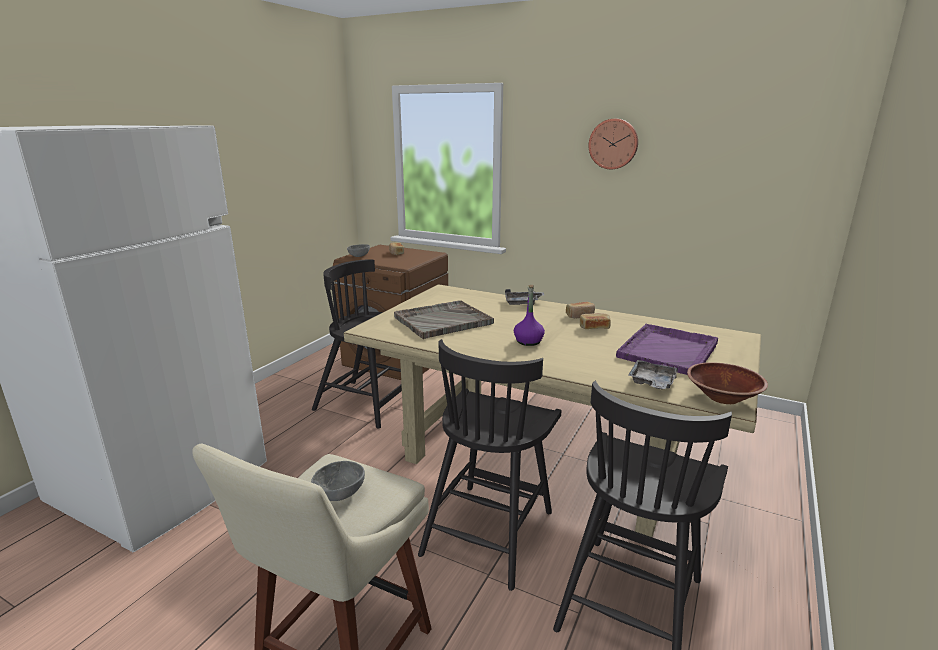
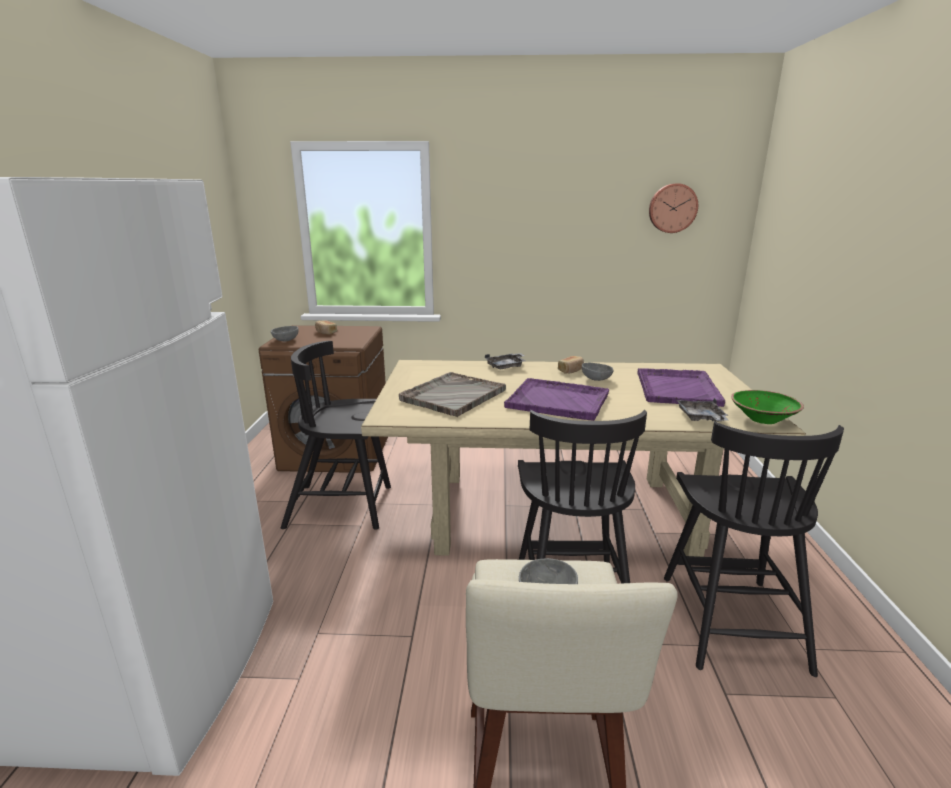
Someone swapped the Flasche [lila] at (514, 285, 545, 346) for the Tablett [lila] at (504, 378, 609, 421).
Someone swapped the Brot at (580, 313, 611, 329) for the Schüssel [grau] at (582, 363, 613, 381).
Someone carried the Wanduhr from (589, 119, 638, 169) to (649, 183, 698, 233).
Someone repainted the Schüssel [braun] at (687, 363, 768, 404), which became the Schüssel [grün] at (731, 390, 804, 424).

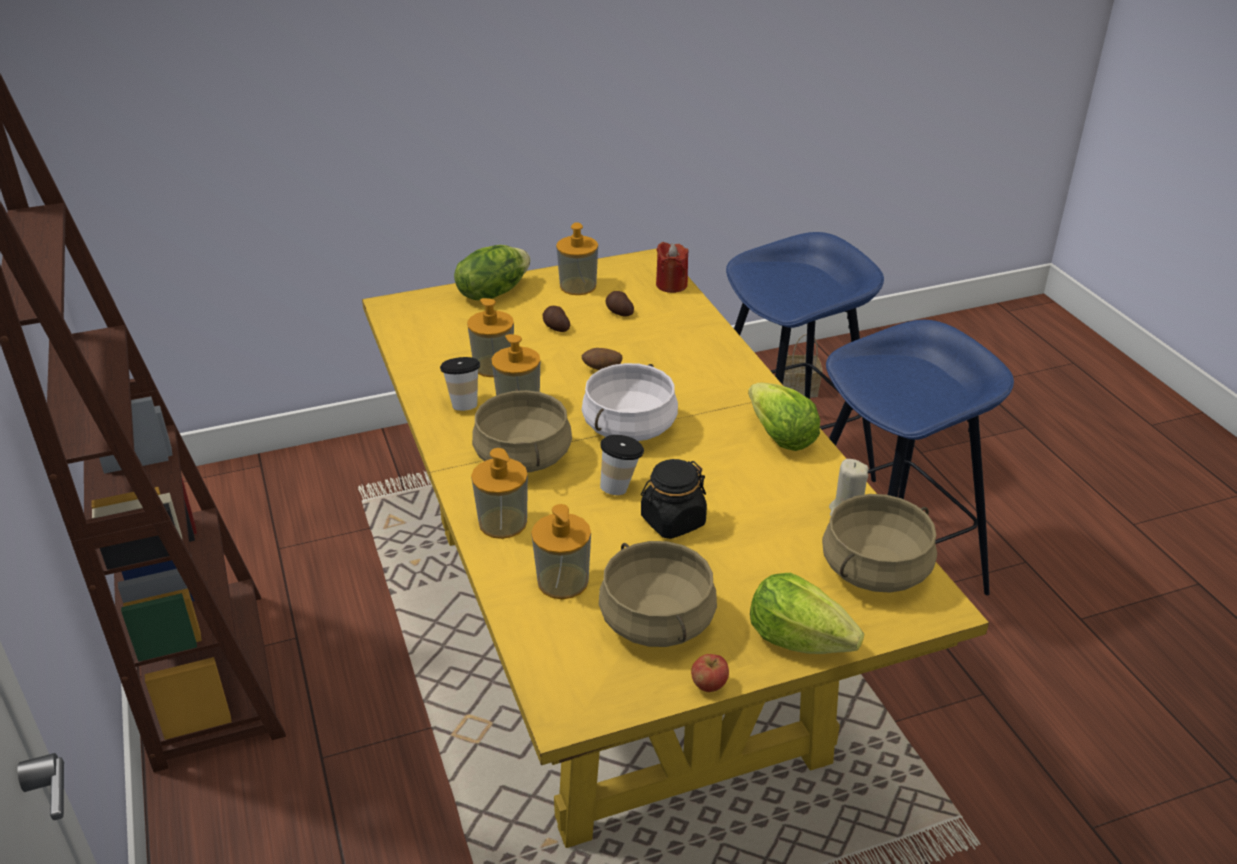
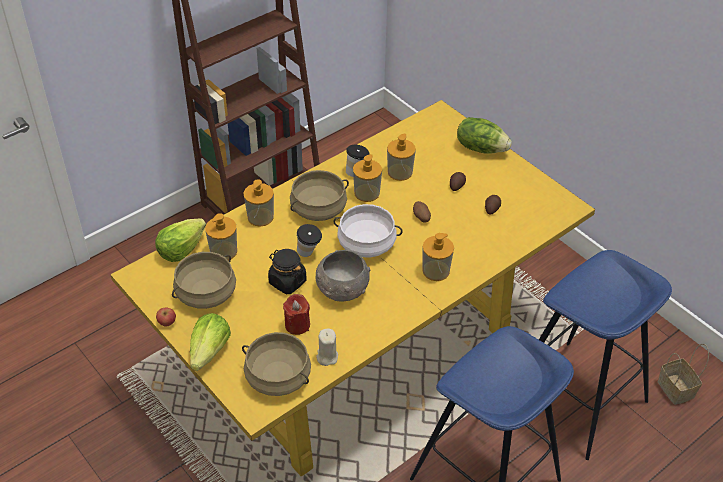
Someone carried the Seifenspender from (556, 222, 598, 295) to (422, 233, 454, 281).
Someone carried the Kerze [rot] from (656, 242, 689, 293) to (283, 294, 310, 335).
Someone carried the Salatkopf from (748, 383, 820, 451) to (155, 218, 206, 262).
Someone put down the Schüssel [grau] at (315, 250, 371, 302).

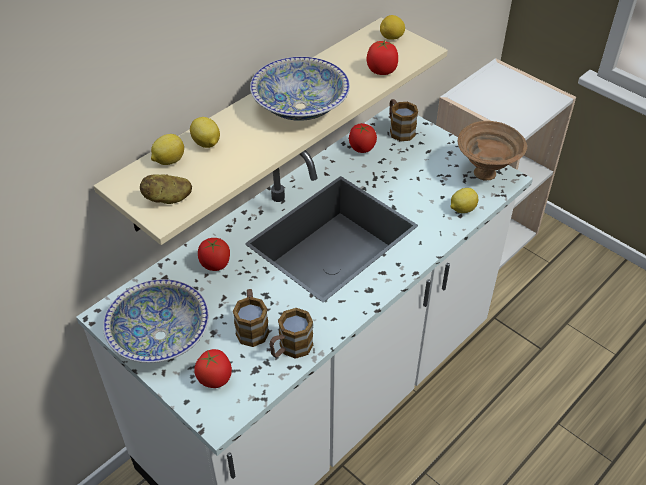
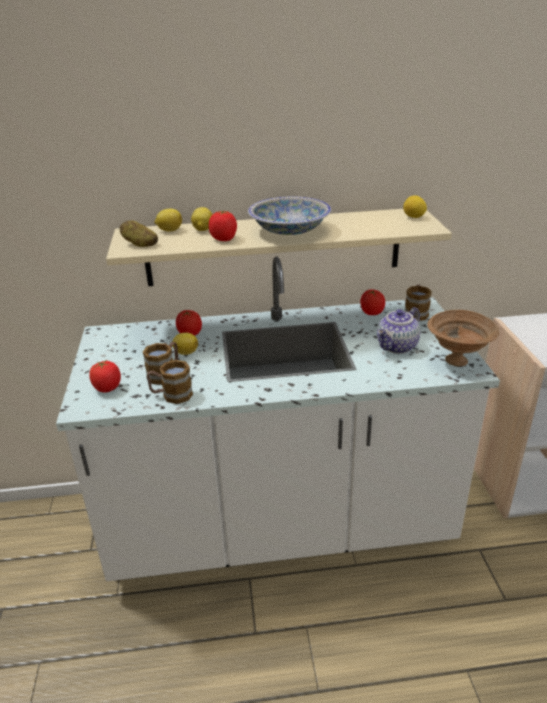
Someone took away the Schüssel at (103, 279, 209, 363).
Someone carried the Tomate from (367, 40, 398, 75) to (209, 211, 237, 241).
Someone carried the Zitrone from (450, 188, 478, 213) to (172, 332, 198, 355).
Someone put down the Teekanne at (377, 307, 420, 354).

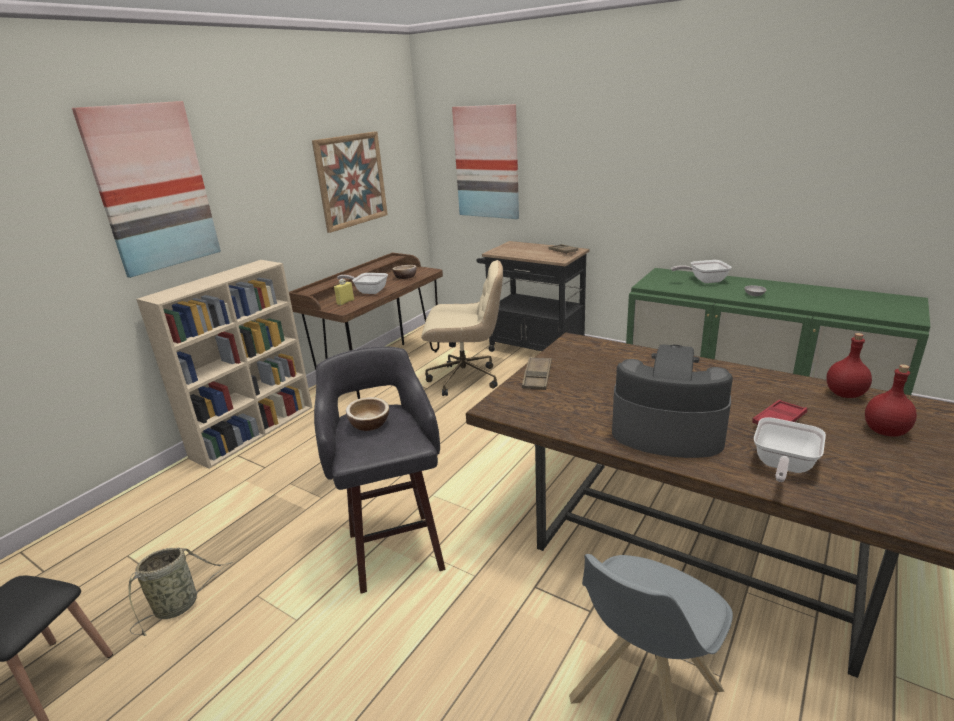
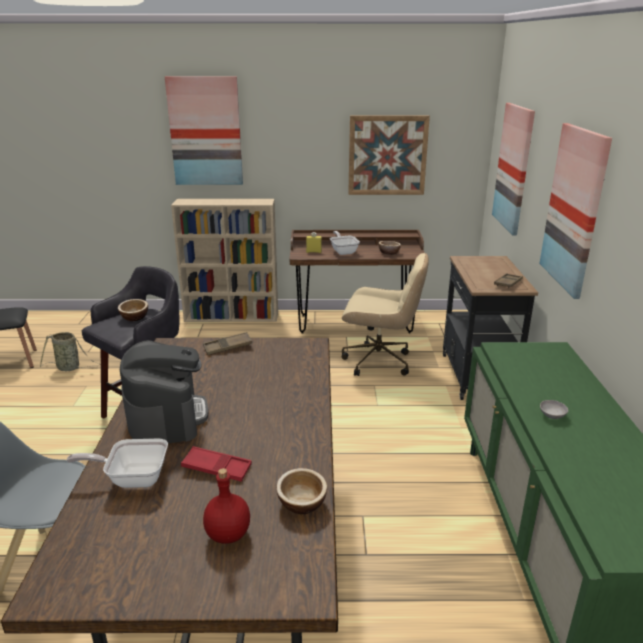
Someone rotated the Bürostuhl [beige] at (421, 260, 503, 396) by 45 degrees counterclockwise.
Someone took away the Pfanne at (671, 260, 731, 283).
Someone swapped the Flasche [rot] at (826, 333, 872, 398) for the Schüssel at (276, 468, 327, 514).
Someone put up the Bild at (539, 123, 612, 299).

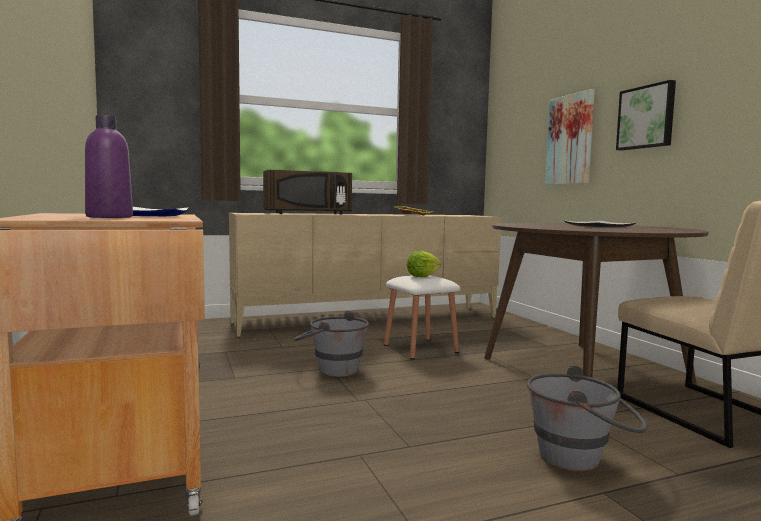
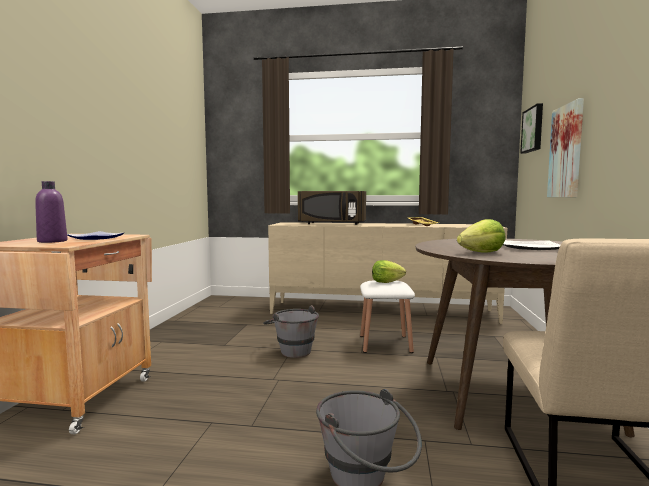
Someone carried the Bild from (616, 80, 676, 150) to (520, 103, 543, 154).
Someone put down the Salatkopf at (457, 219, 506, 253).

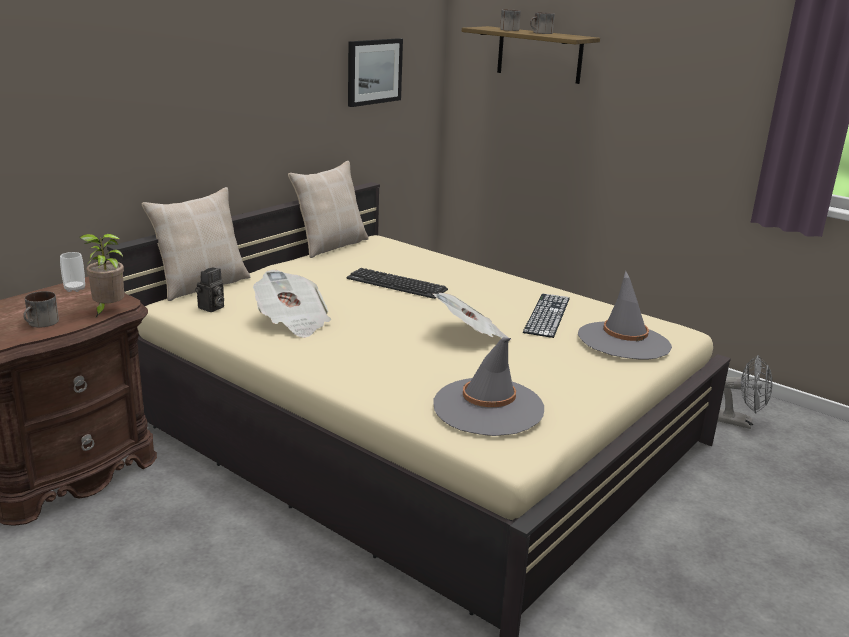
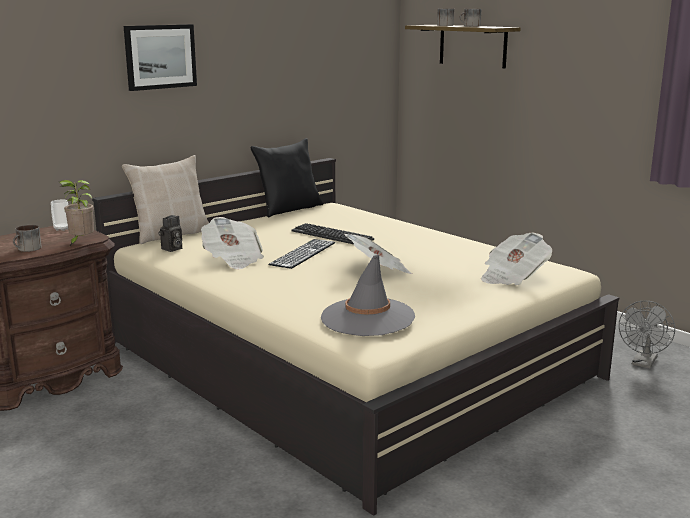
Someone repainted the Kissen [beige] at (288, 161, 369, 258), which became the Kissen [schwarz] at (250, 138, 323, 217).
Someone carried the Bild from (348, 38, 403, 107) to (124, 24, 197, 91).
Someone carried the Tastatur from (523, 294, 570, 338) to (268, 239, 335, 269).
Someone swapped the Hut [grau] at (578, 271, 672, 360) for the Zeitung at (481, 233, 552, 285).
Someone rotated the Ventilator [grau] at (718, 355, 772, 429) by 90 degrees clockwise.

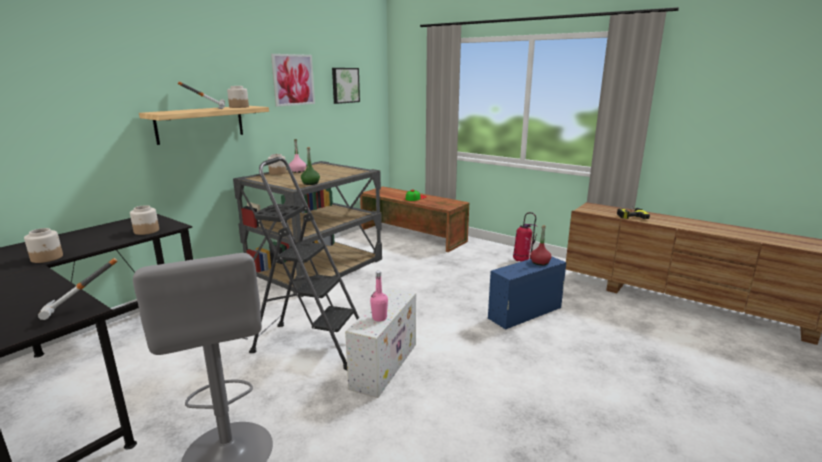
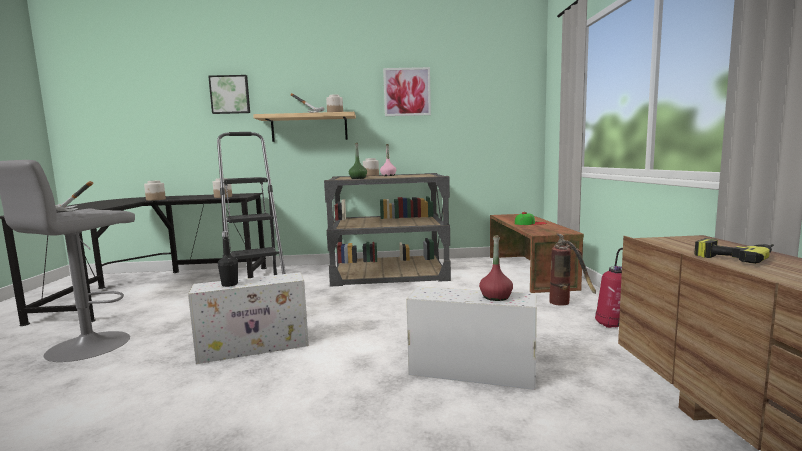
Someone carried the Bild from (332, 68, 360, 104) to (208, 75, 250, 114).
Someone repainted the Flasche [rosa] at (370, 271, 388, 321), which became the Flasche [schwarz] at (218, 231, 238, 287).
Someone repainted the Aufbewahrungsbox [blau] at (488, 257, 566, 329), which became the Aufbewahrungsbox [weiß] at (406, 287, 537, 390).
Someone put down the Feuerlöscher at (550, 234, 596, 306).

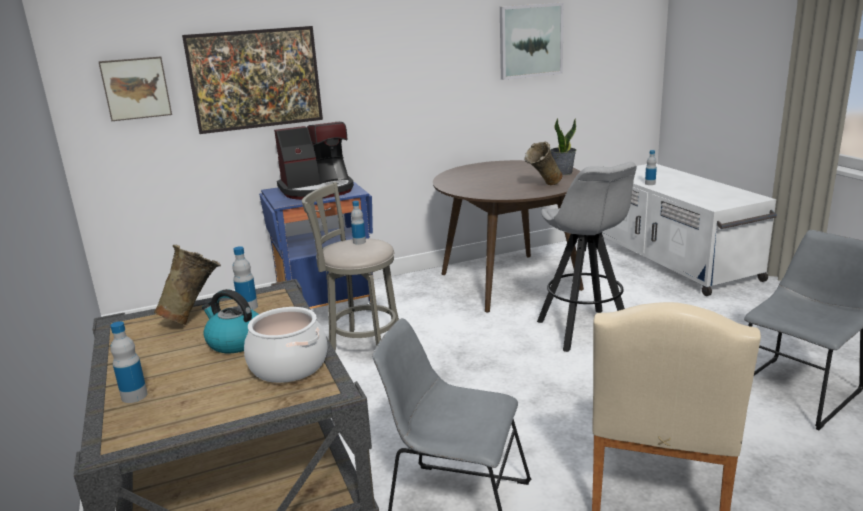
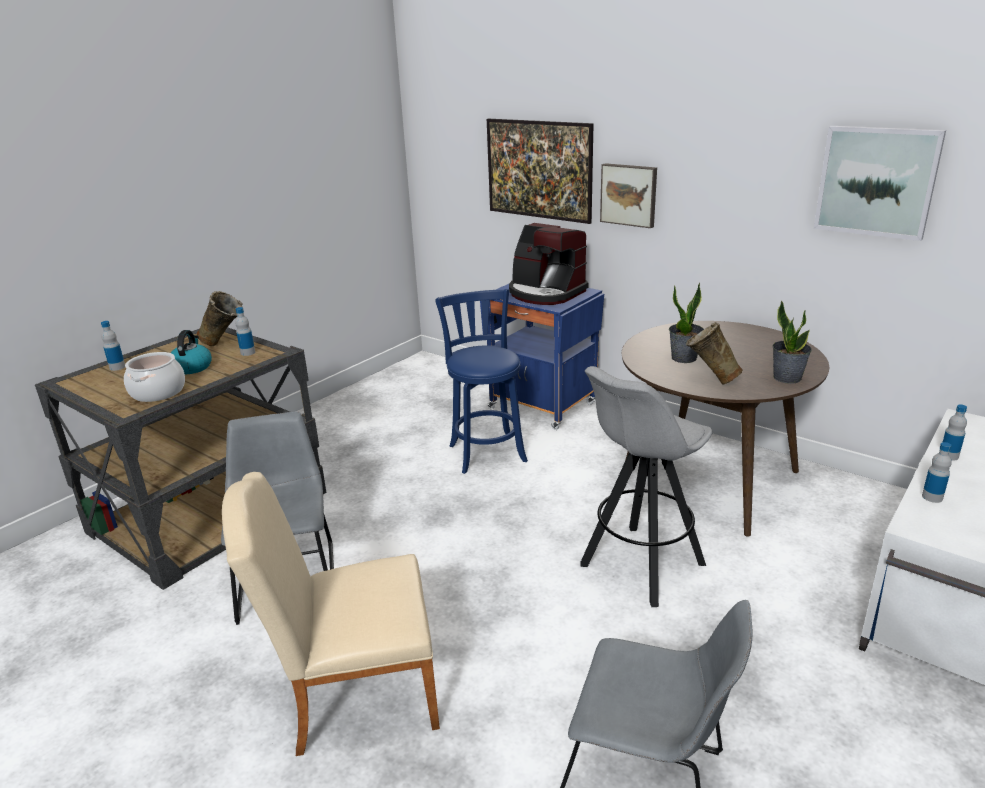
Someone carried the Bild from (99, 57, 172, 121) to (600, 163, 657, 228).
Someone repainted the Hocker [grau] at (302, 182, 399, 352), which became the Hocker [blau] at (435, 289, 528, 474).
Someone carried the Flasche from (351, 201, 366, 245) to (922, 442, 952, 503).
Someone put down the Topfpflanze at (669, 283, 704, 363).

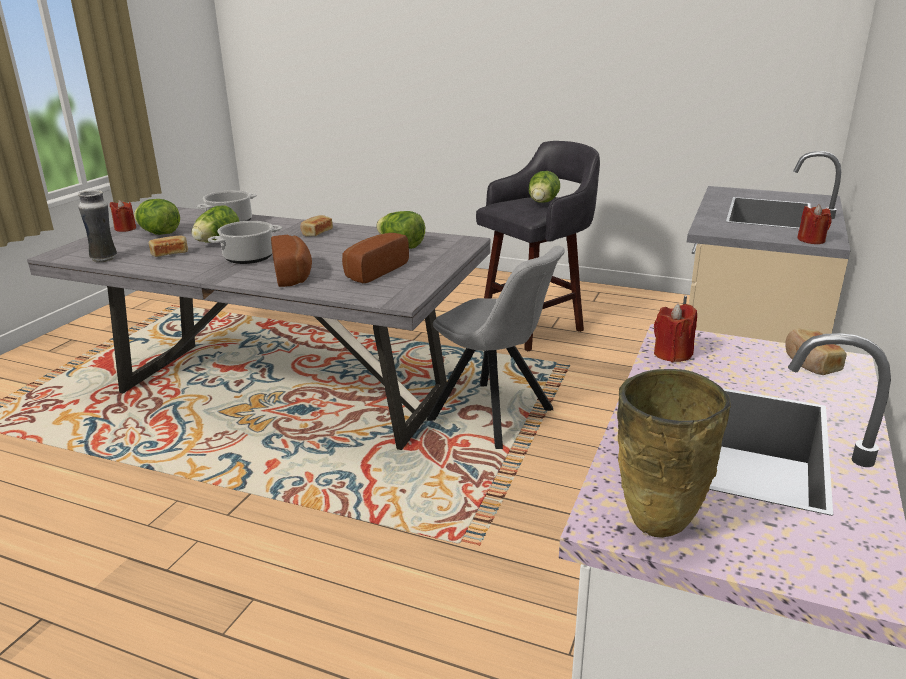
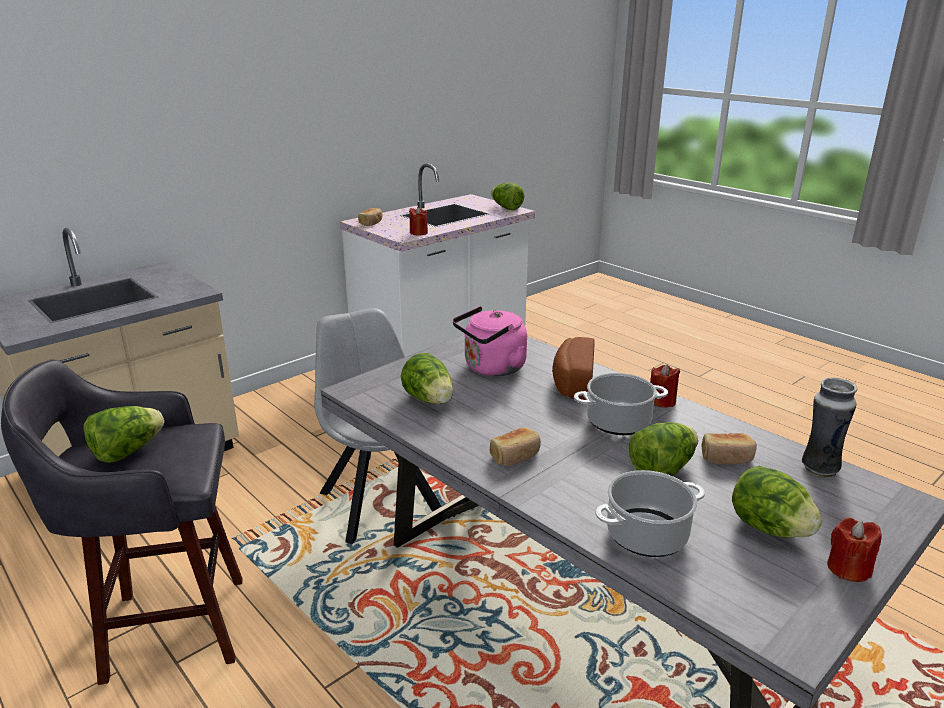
Someone swapped the Brot at (342, 233, 409, 283) for the Wasserkessel [rosa] at (453, 306, 527, 376).
Someone swapped the Vase [beige] at (617, 369, 731, 538) for the Salatkopf at (491, 183, 524, 210).
Someone carried the Kerze [rot] from (797, 204, 832, 244) to (650, 364, 680, 408).

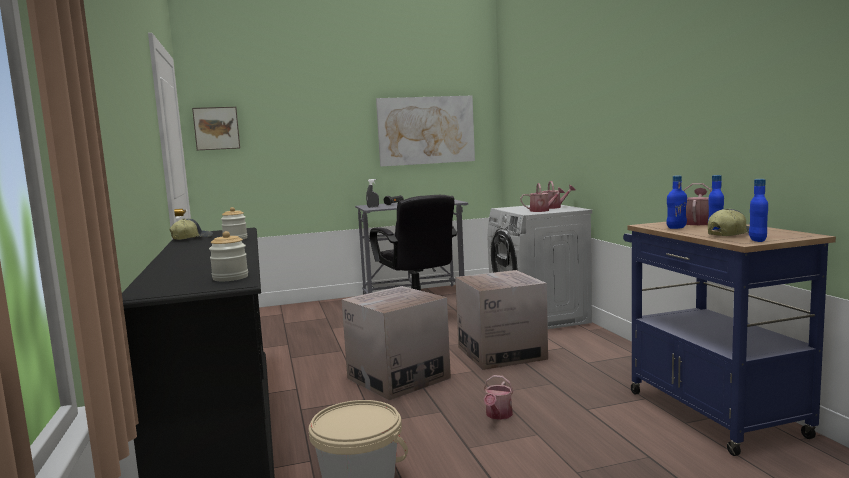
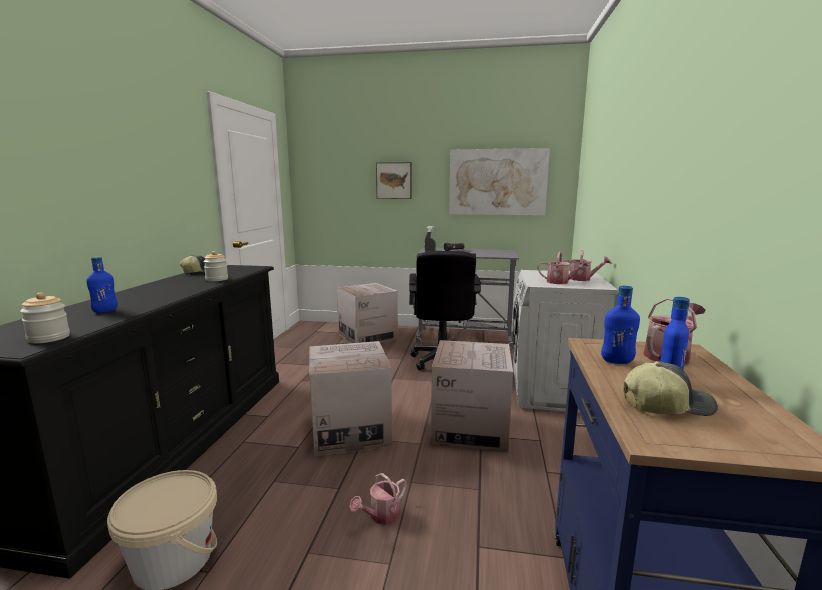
Someone carried the Bild from (192, 107, 240, 150) to (376, 162, 412, 199).
Someone carried the Flasche [blau] from (749, 179, 768, 242) to (86, 257, 118, 313).
Someone put down the Karton at (337, 283, 398, 343).

